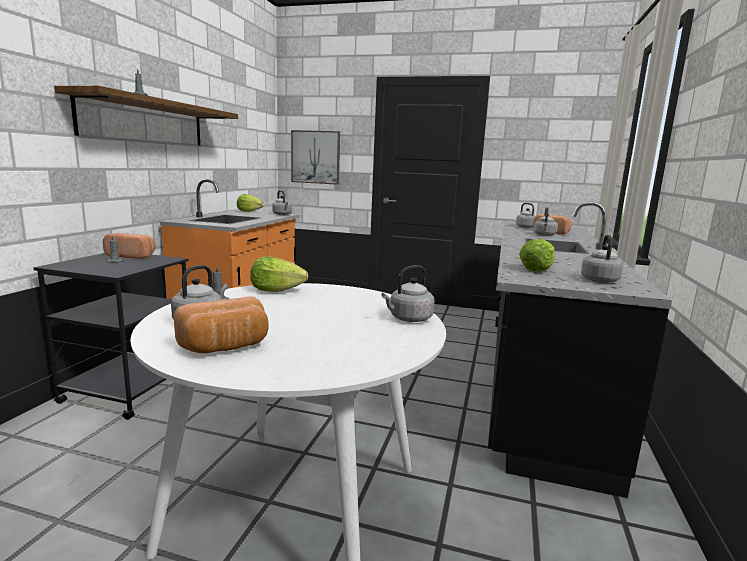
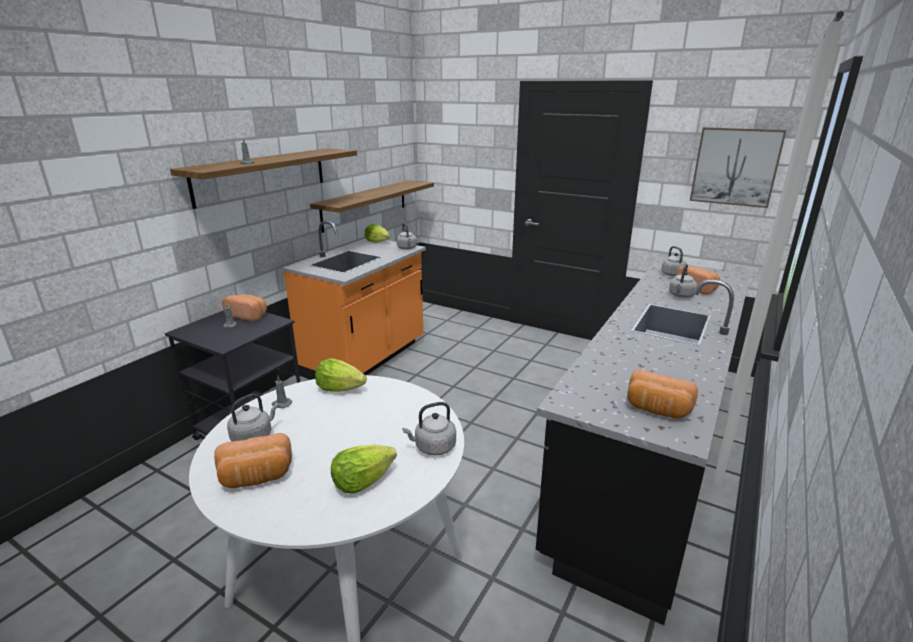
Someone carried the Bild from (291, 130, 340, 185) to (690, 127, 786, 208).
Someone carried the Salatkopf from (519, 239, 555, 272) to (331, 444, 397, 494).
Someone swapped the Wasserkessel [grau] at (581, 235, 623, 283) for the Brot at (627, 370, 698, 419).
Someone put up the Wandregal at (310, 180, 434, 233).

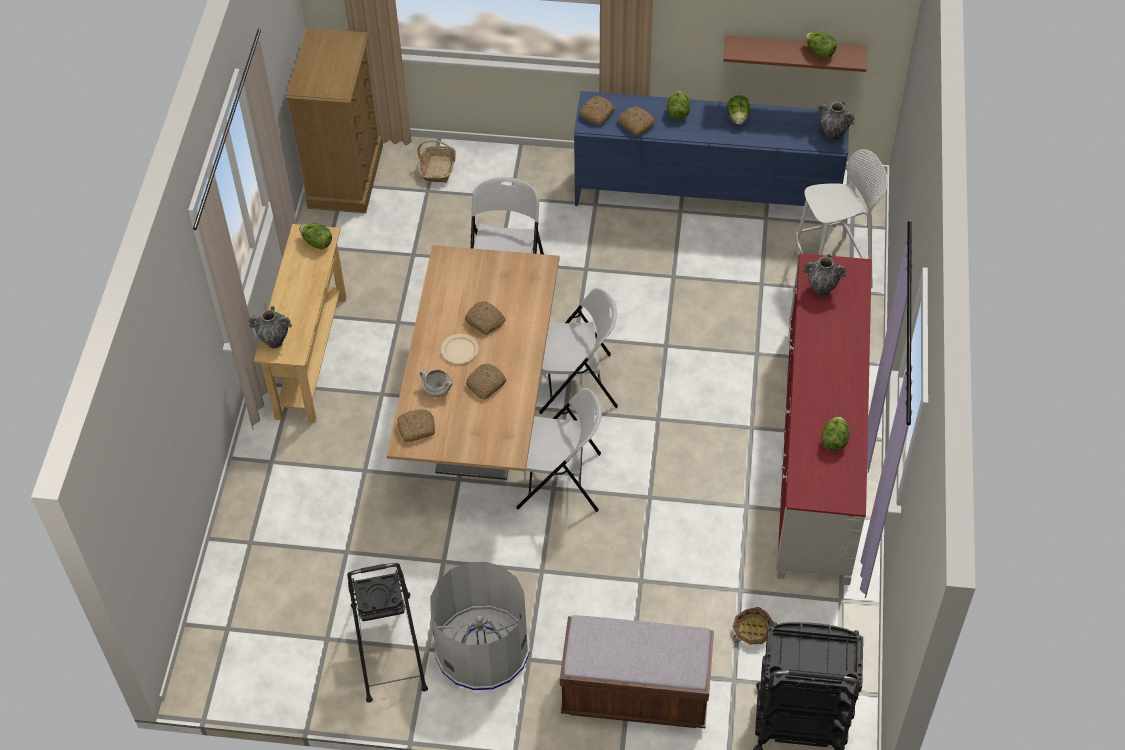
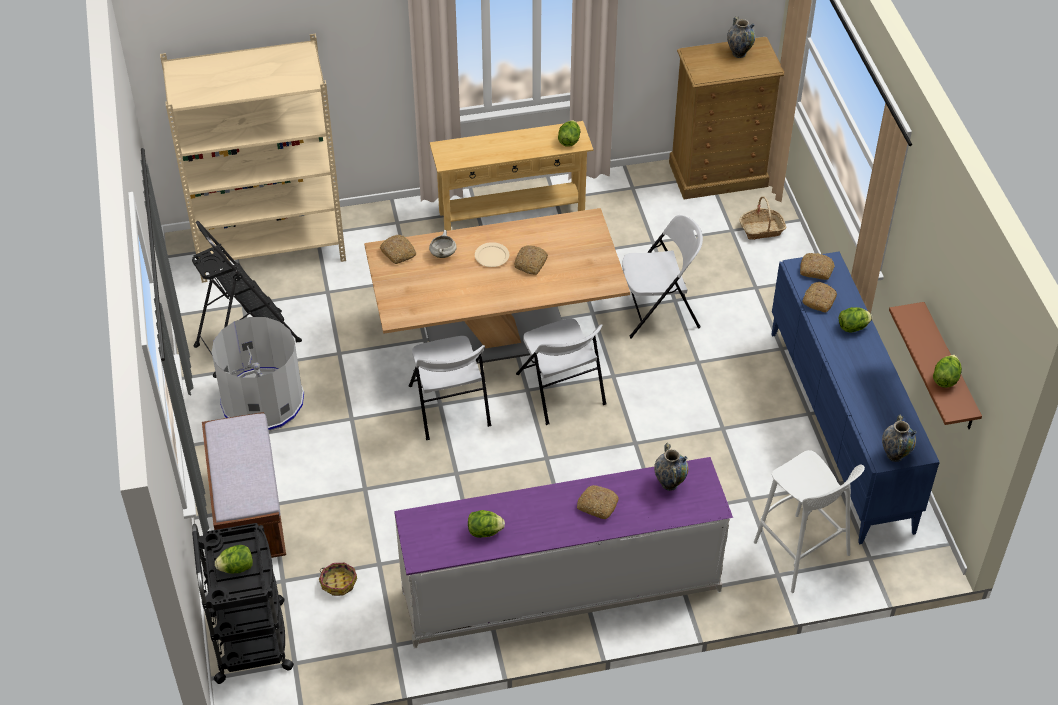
Someone carried the Vase from (248, 306, 292, 349) to (727, 16, 755, 58).
Someone carried the Brot from (466, 363, 506, 400) to (577, 485, 618, 519).
Someone carried the Salatkopf from (727, 95, 751, 125) to (215, 545, 253, 574).
Someone repainted the Schrank [rot] at (775, 253, 872, 585), which became the Schrank [lila] at (395, 457, 733, 649).
Someone put down the Bücherregal [beige] at (160, 34, 346, 283).

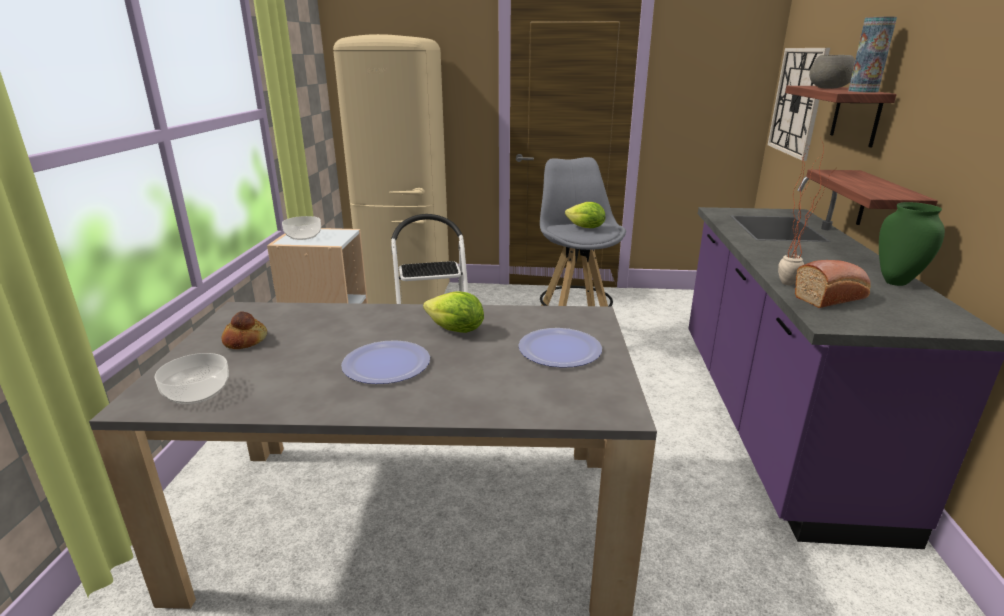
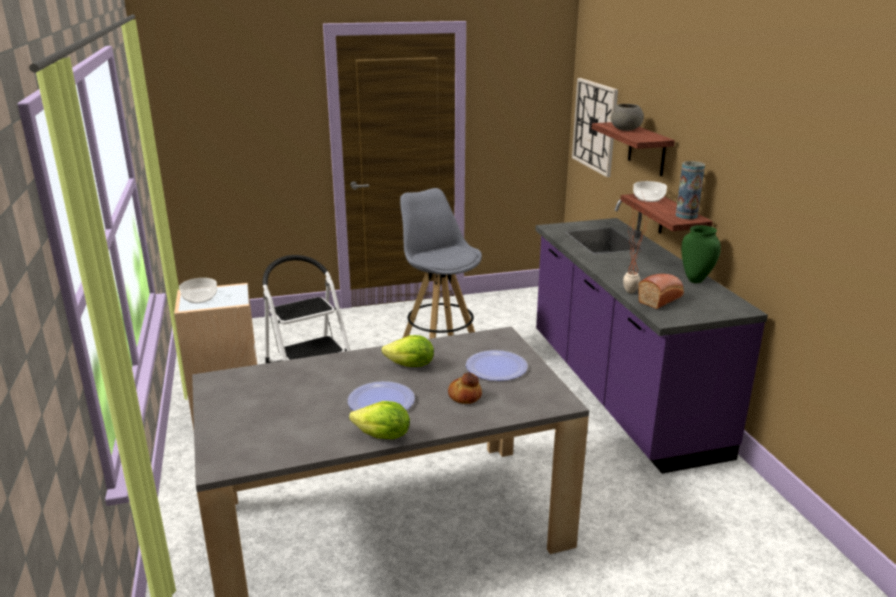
Someone carried the Schüssel from (154, 353, 229, 405) to (633, 181, 667, 202).
Someone carried the Brot from (222, 311, 267, 349) to (448, 373, 482, 404).
Someone took away the Kühlschrank [beige] at (333, 34, 450, 304).
Someone carried the Salatkopf from (565, 202, 605, 228) to (349, 401, 410, 439).
Someone carried the Vase from (848, 17, 897, 92) to (676, 161, 705, 219).

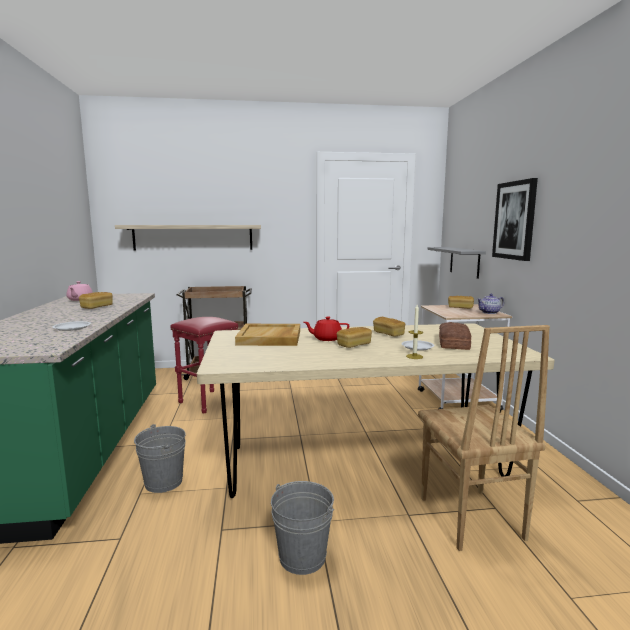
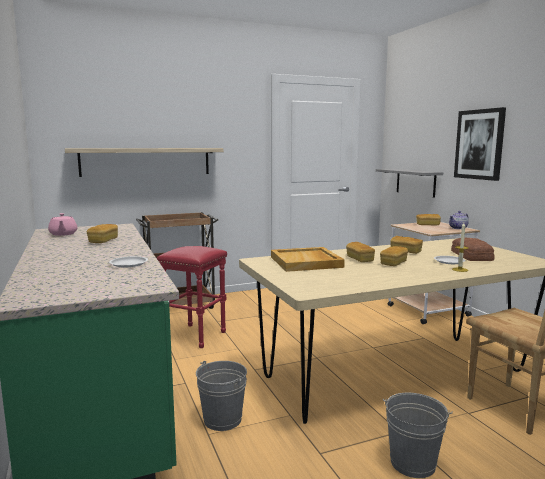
Someone swapped the Teekanne [rot] at (304, 316, 349, 341) for the Brot at (346, 242, 375, 262).

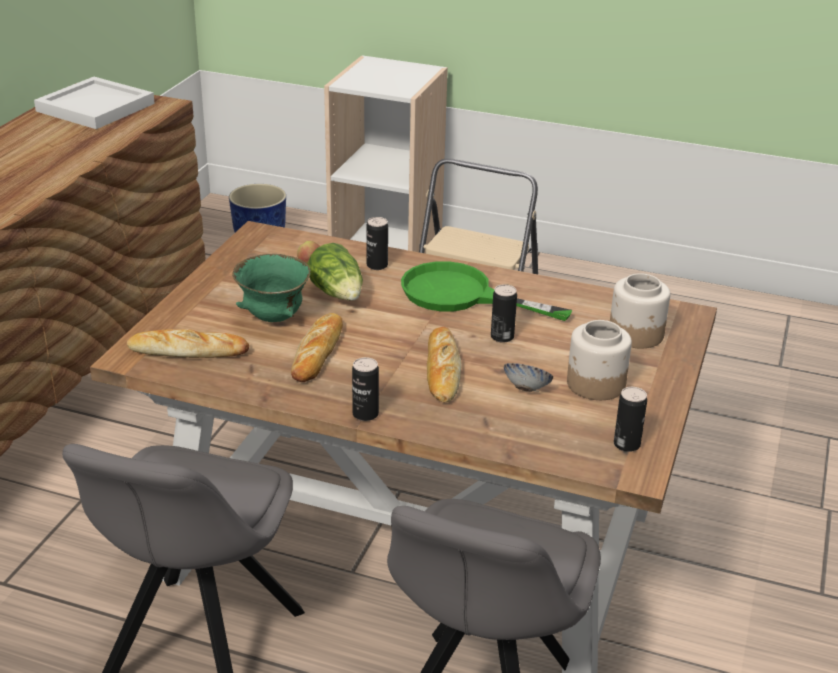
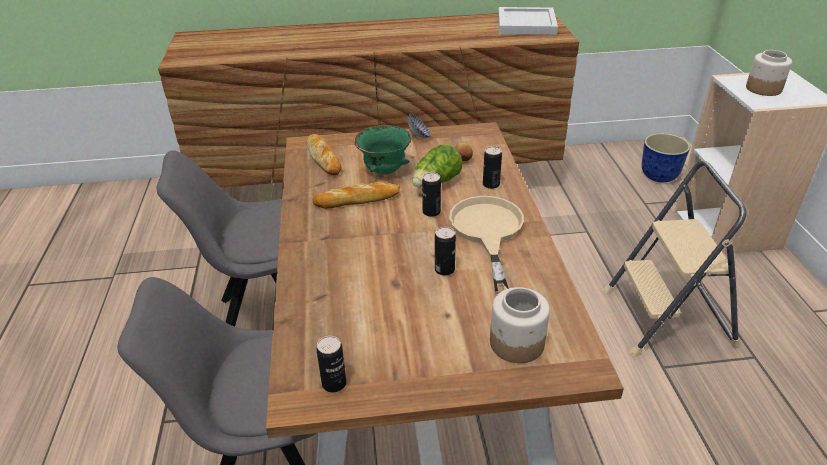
Someone carried the Dose from (352, 357, 379, 421) to (422, 172, 441, 217).
Someone repainted the Pfanne [grün] at (401, 261, 572, 321), which became the Pfanne [beige] at (449, 196, 524, 294).
Someone took away the Brot at (427, 327, 461, 402).
Someone carried the Schüssel from (504, 363, 553, 392) to (408, 113, 431, 138).
Someone carried the Vorratsglas from (567, 320, 632, 400) to (746, 50, 792, 96).

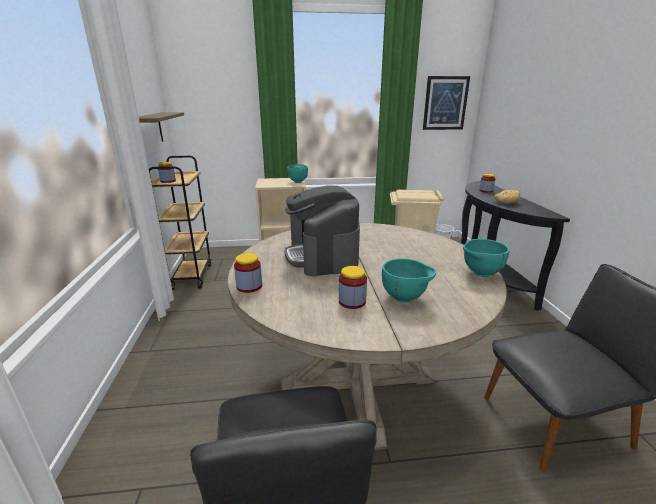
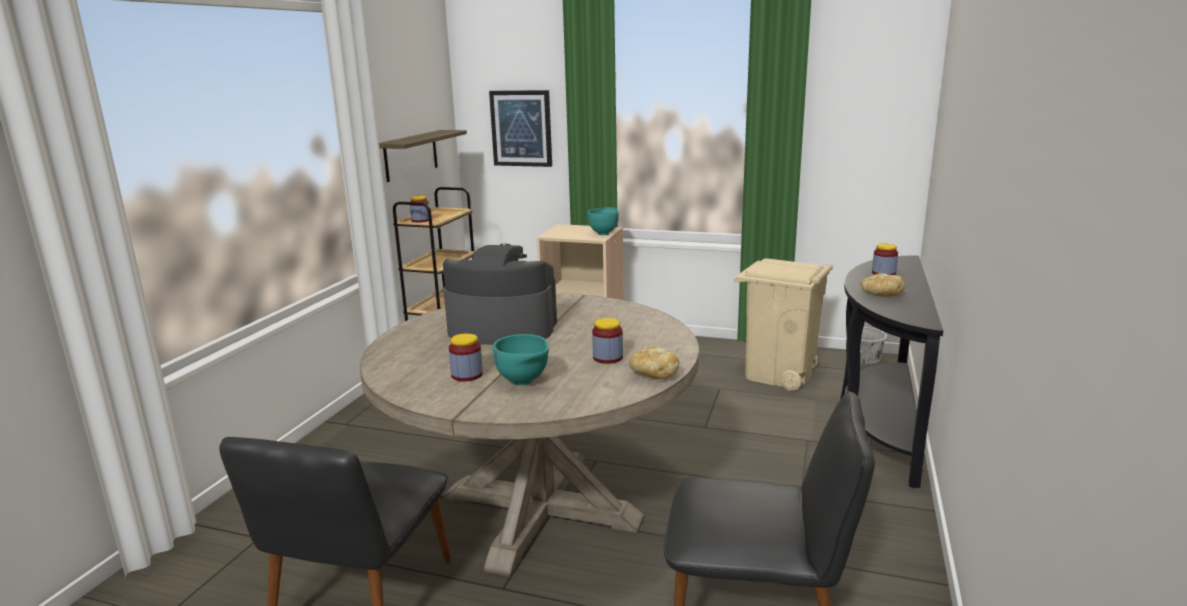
Someone carried the Vorratsglas from (234, 253, 262, 293) to (592, 318, 623, 364).
Someone rotated the Kaffeemaschine at (284, 186, 360, 277) by 90 degrees clockwise.
Someone carried the Bild from (423, 76, 470, 130) to (489, 90, 552, 167).
Someone swapped the Schüssel [türkis] at (463, 239, 510, 277) for the Brot at (629, 347, 679, 379).

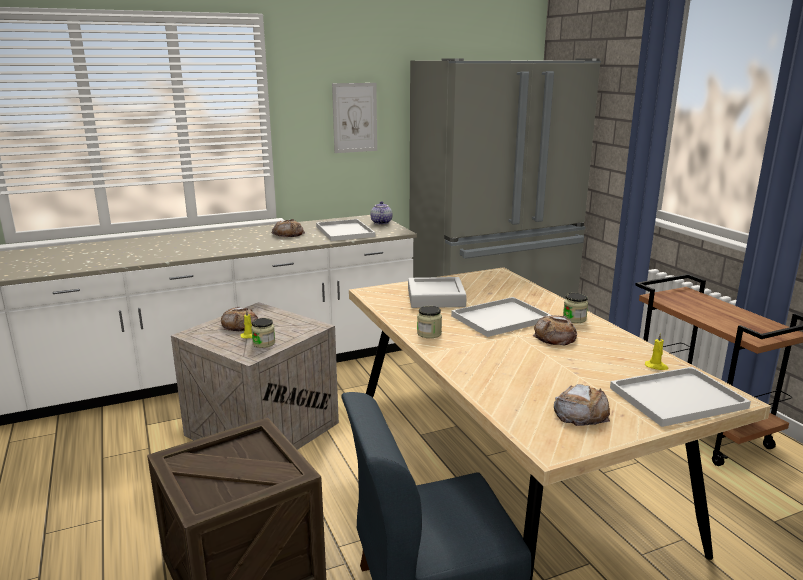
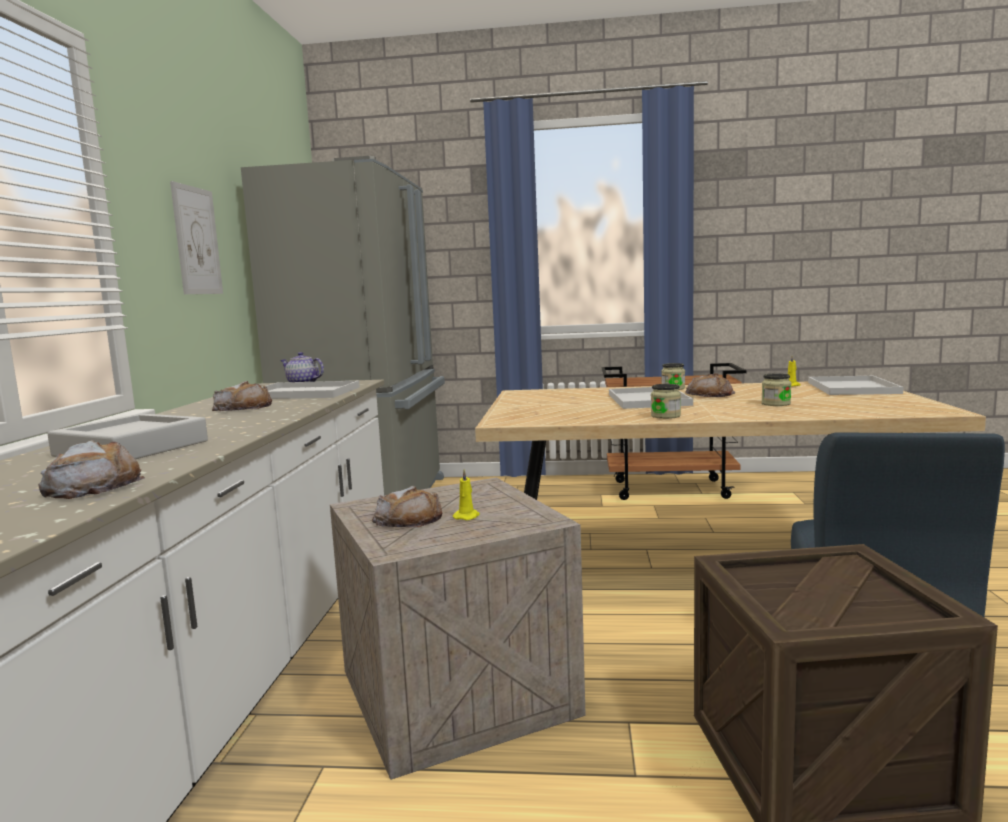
Someone carried the Vorratsglas from (251, 318, 275, 348) to (762, 373, 791, 406).
Someone carried the Tablett [grau] from (408, 277, 467, 308) to (48, 414, 208, 459).
Someone carried the Brot from (554, 384, 610, 426) to (38, 440, 145, 499).

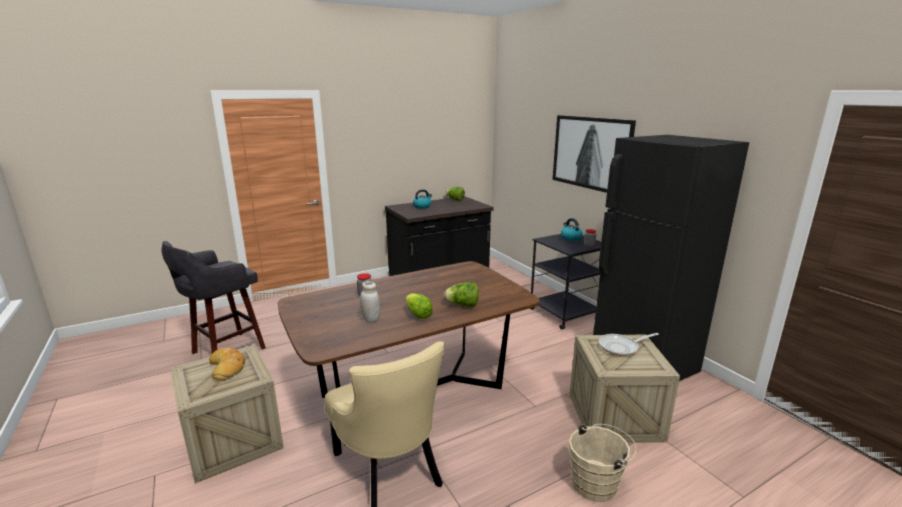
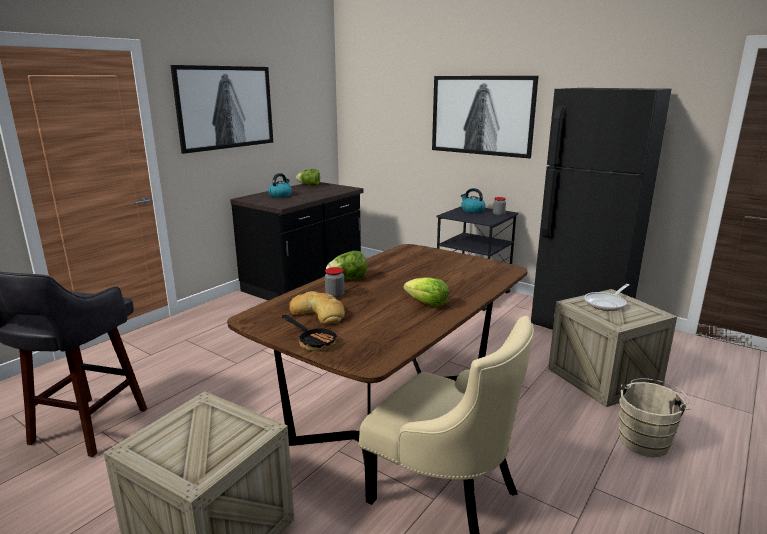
Someone carried the Brot from (209, 347, 245, 381) to (289, 291, 345, 324).
Someone took away the Vorratsglas [weiß] at (360, 281, 380, 323).
Someone carried the Salatkopf from (444, 282, 479, 306) to (326, 251, 367, 280).
Someone put up the Bild at (170, 65, 273, 154).
Someone put down the Pfanne at (282, 315, 337, 351).

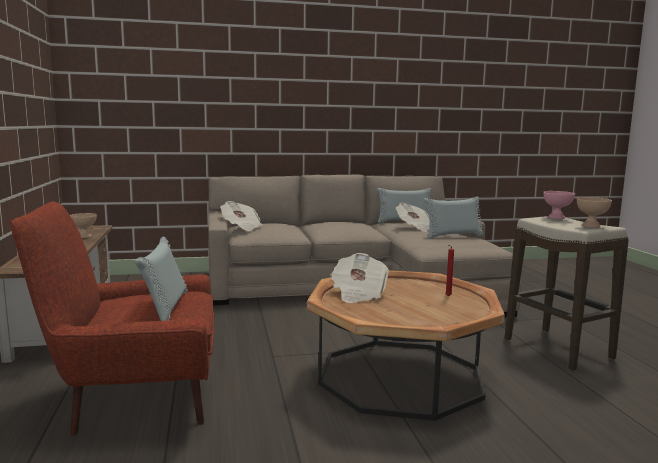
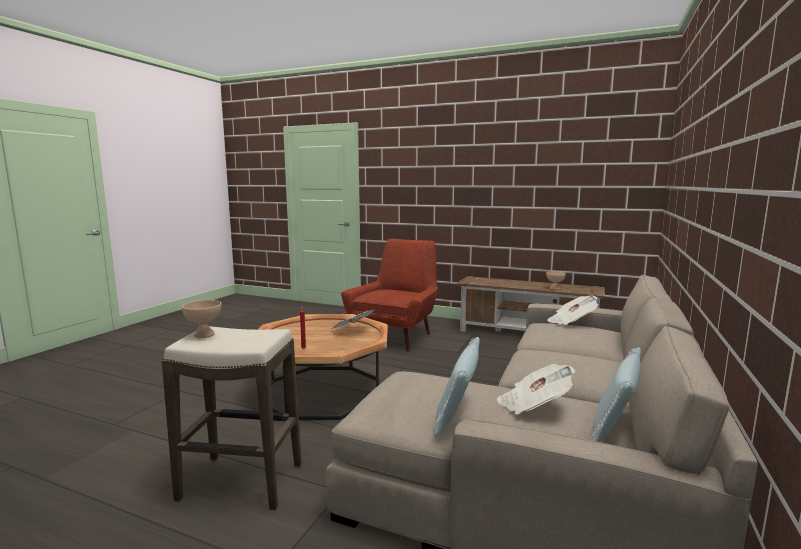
Someone took away the Kissen [blau] at (135, 237, 188, 321).
Someone took away the Schüssel [rosa] at (543, 191, 575, 219).

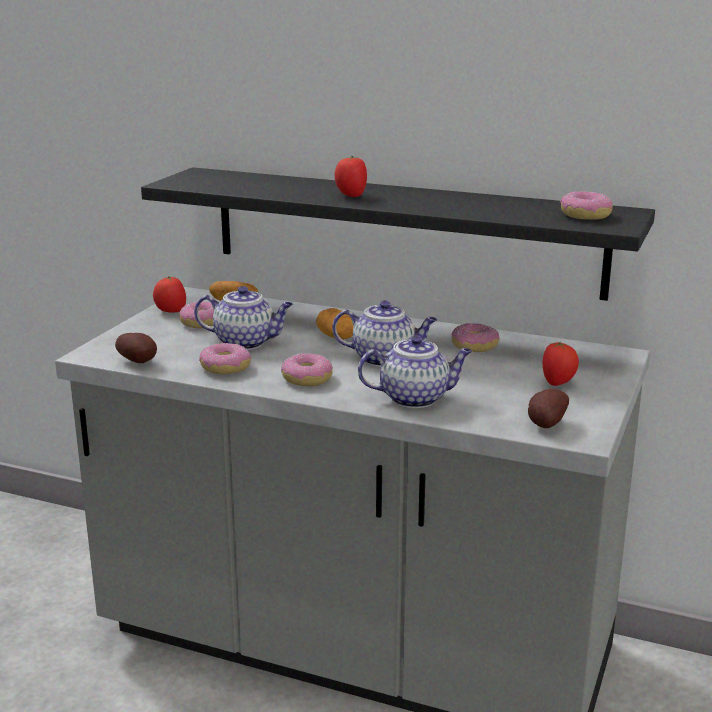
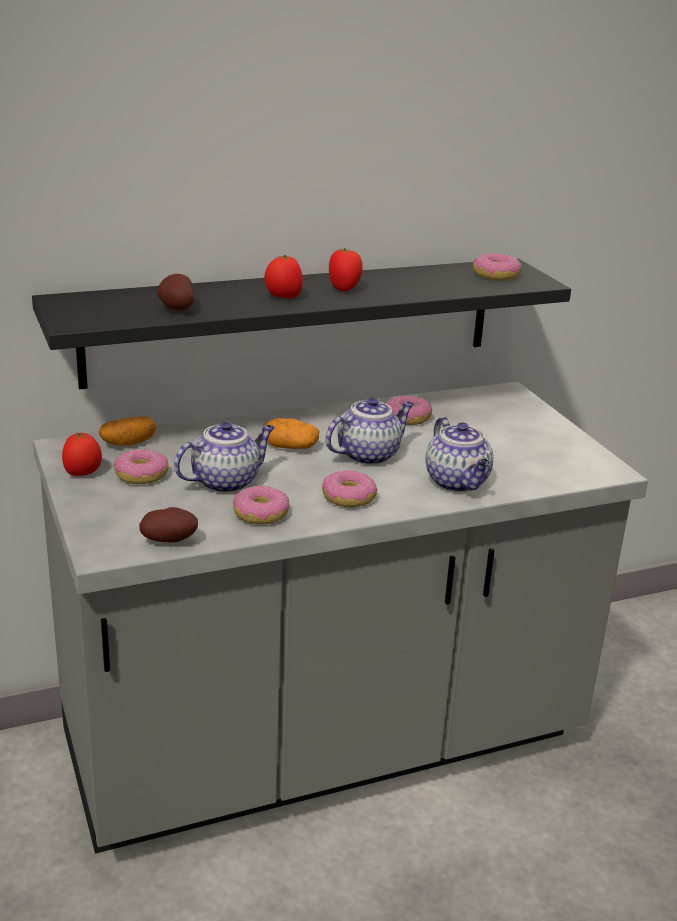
Someone rotated the Teekanne at (358, 335, 472, 408) by 120 degrees clockwise.
Someone carried the Kartoffel from (528, 389, 569, 428) to (157, 274, 194, 310).
Someone carried the Tomate from (543, 341, 579, 386) to (329, 248, 363, 291).

